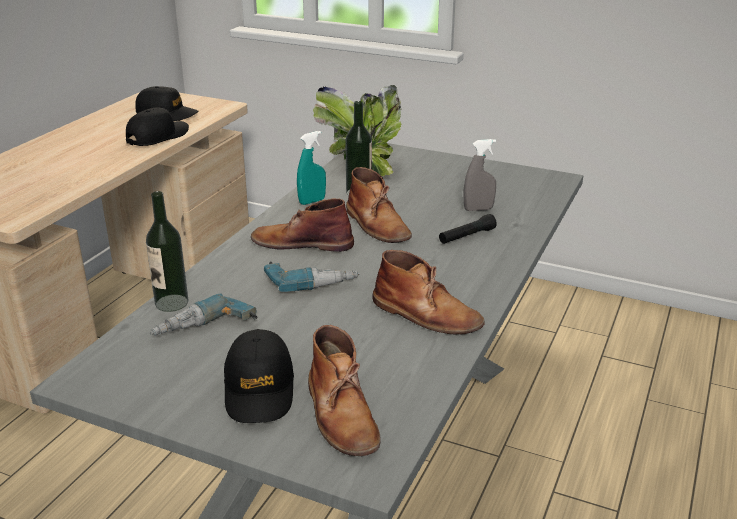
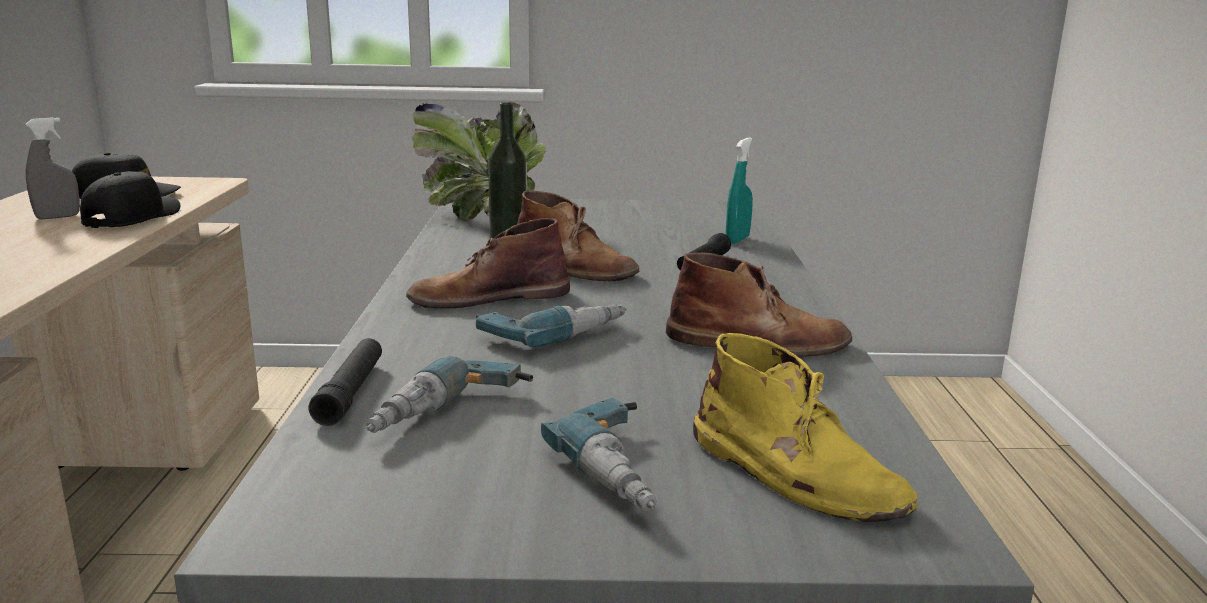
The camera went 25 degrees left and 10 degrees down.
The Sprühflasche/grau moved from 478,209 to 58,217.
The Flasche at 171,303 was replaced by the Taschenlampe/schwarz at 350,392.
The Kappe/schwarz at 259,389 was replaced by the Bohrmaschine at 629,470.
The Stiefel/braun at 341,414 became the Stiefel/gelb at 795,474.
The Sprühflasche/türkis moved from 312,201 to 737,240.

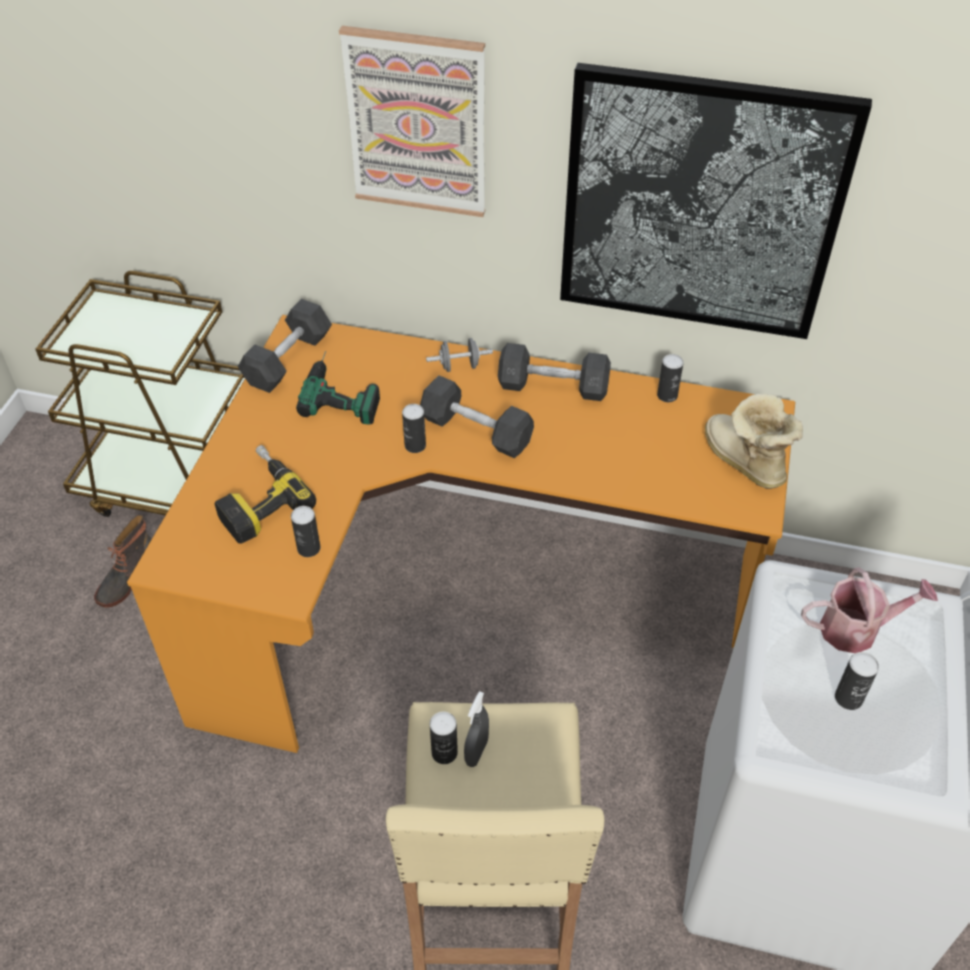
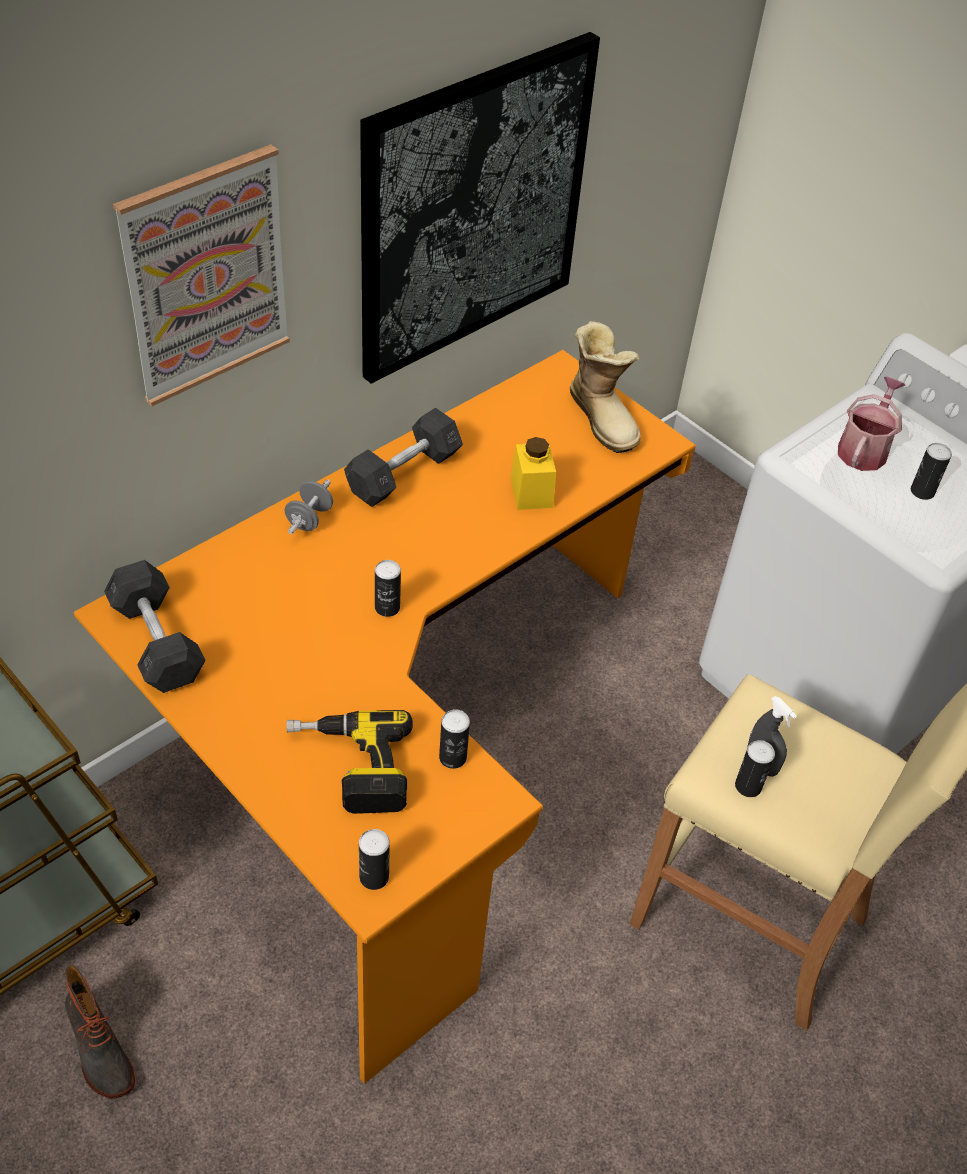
The camera went 60 degrees left and 0 degrees up.
The Dose moved from 667,395 to 374,877.
The Vorratsglas/gelb at 531,492 appeared.
The Stiefel at 743,462 turned 120 degrees counterclockwise.
The Bohrmaschine at 343,390 disappeared.
The Hantel/grau at 476,431 disappeared.

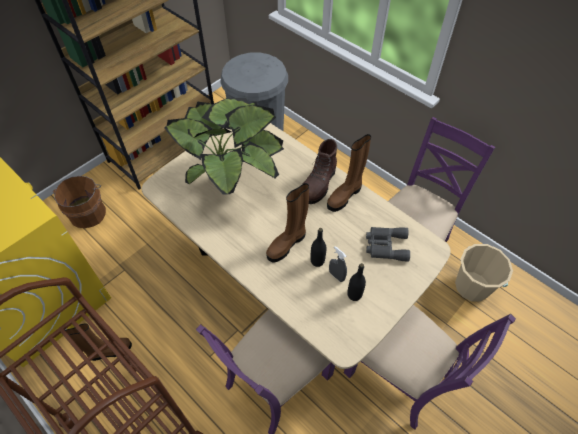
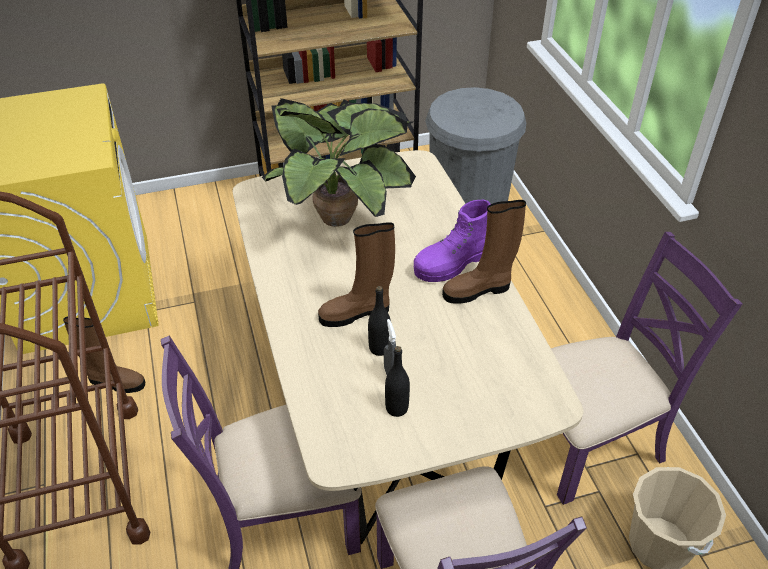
The camera went 30 degrees right and 10 degrees down.
The Stiefel/braun at 318,185 became the Stiefel/lila at 452,264.
The Eimer/braun at 88,212 disappeared.
The Fernglas/grau at 385,245 disappeared.

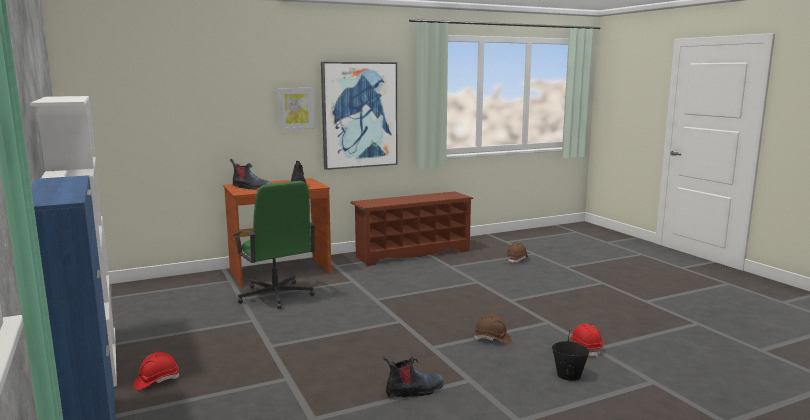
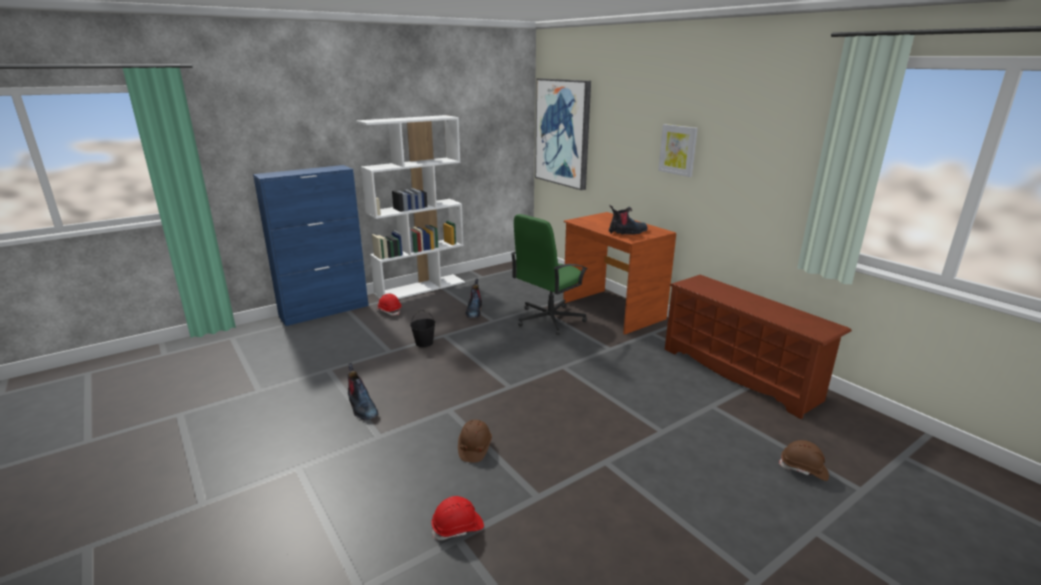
The camera went 80 degrees right and 10 degrees up.
The Eimer/schwarz moved from 568,375 to 424,343.
The Stiefel moved from 251,187 to 474,311.
The Bild moved from 359,115 to 563,133.

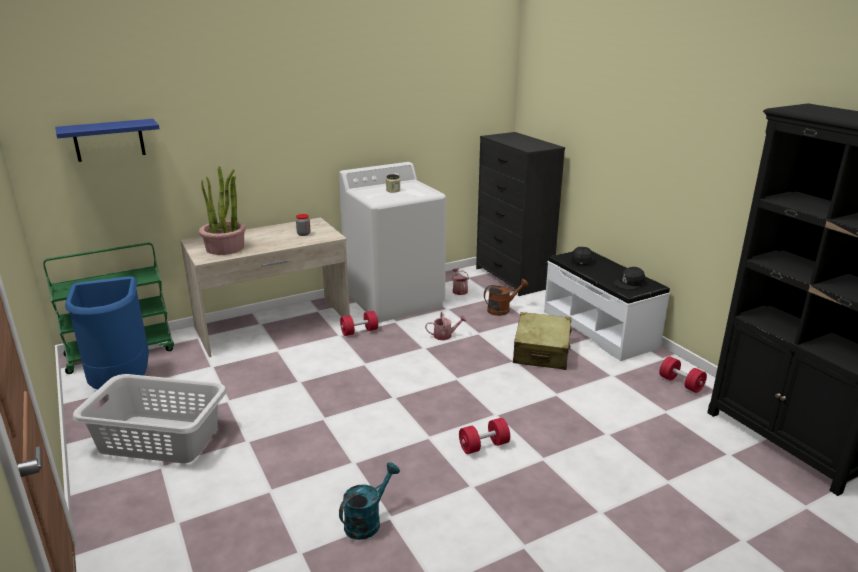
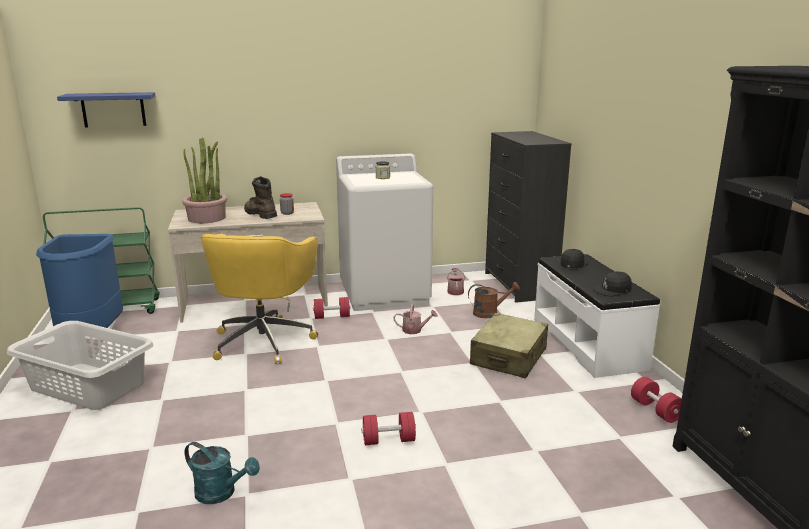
The camera went 15 degrees right and 5 degrees down.
The Gießkanne/türkis at 367,521 turned 60 degrees clockwise.
The Bürostuhl/gelb at 264,340 appeared.
The Stiefel/braun at 259,214 appeared.

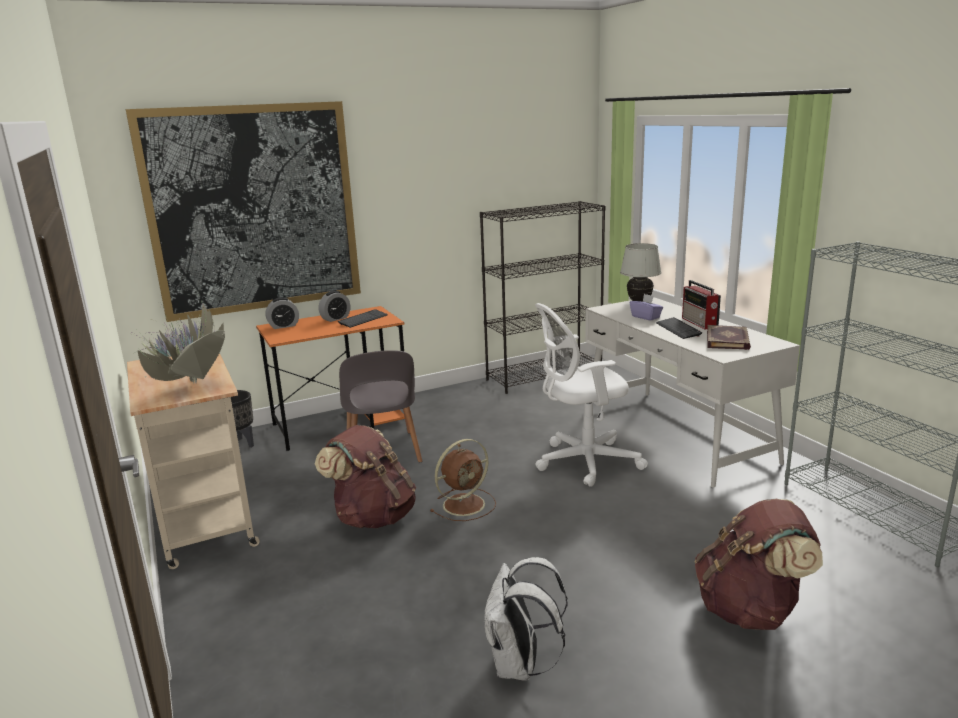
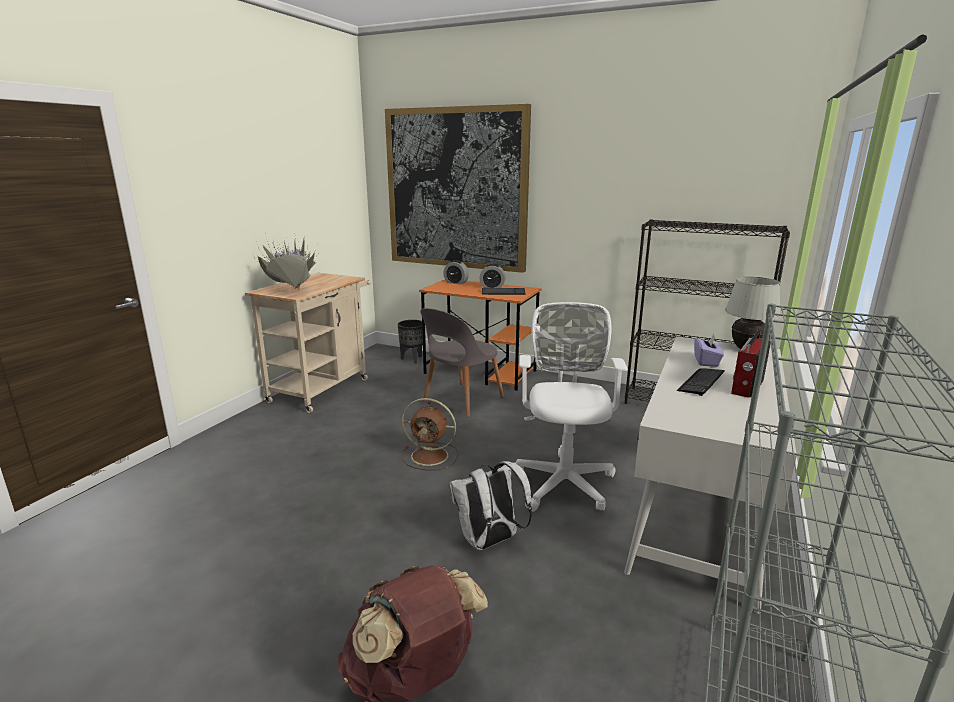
The camera went 50 degrees right and 0 degrees up.
The Rucksack/weiß moved from 520,665 to 489,542.
The Bürostuhl/weiß at 583,462 turned 60 degrees clockwise.
The Rucksack/braun at 373,516 disappeared.
The Buch at 728,340 disappeared.

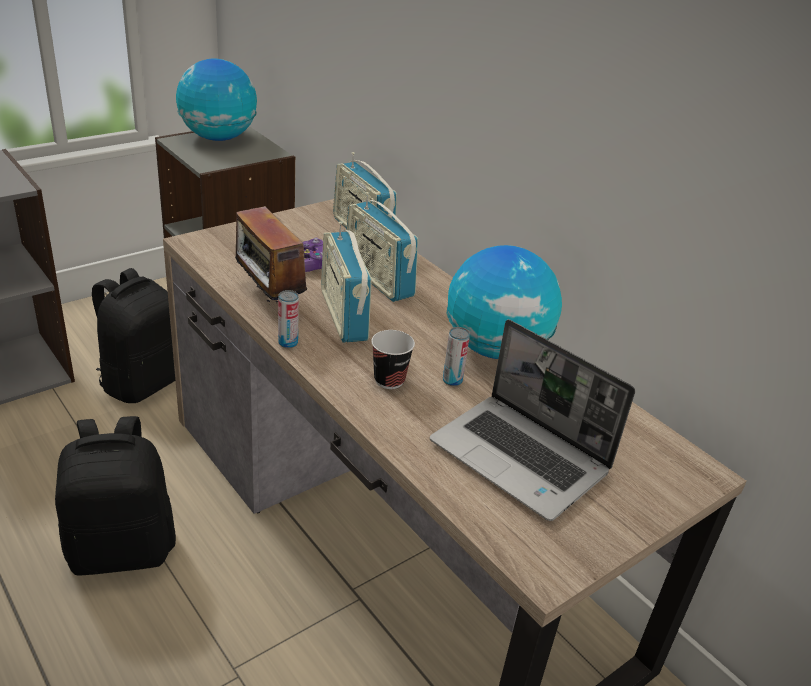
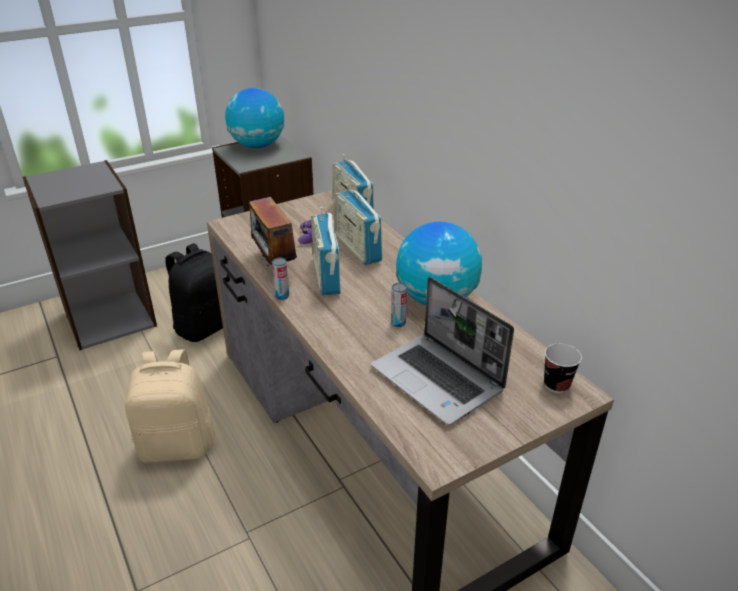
The camera went 10 degrees right and 0 degrees up.
The Rucksack/schwarz at 122,548 became the Rucksack/beige at 178,445.
The Tasse moved from 389,380 to 556,384.

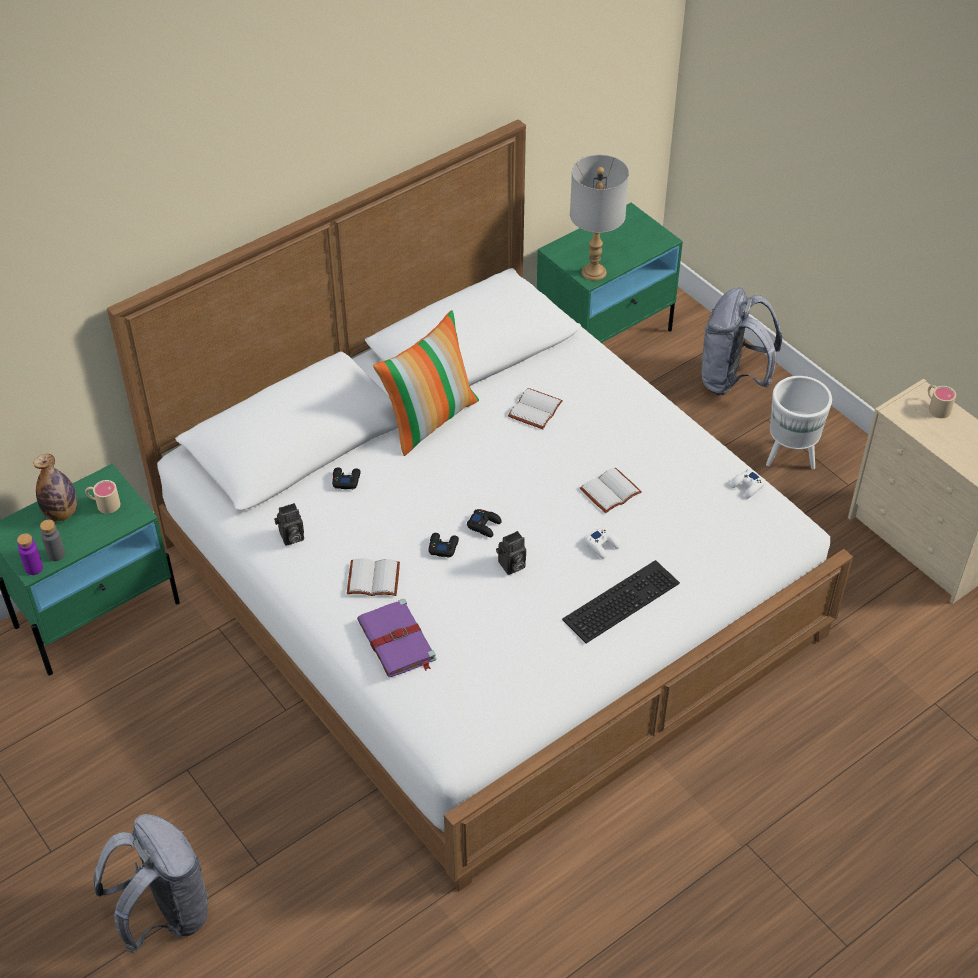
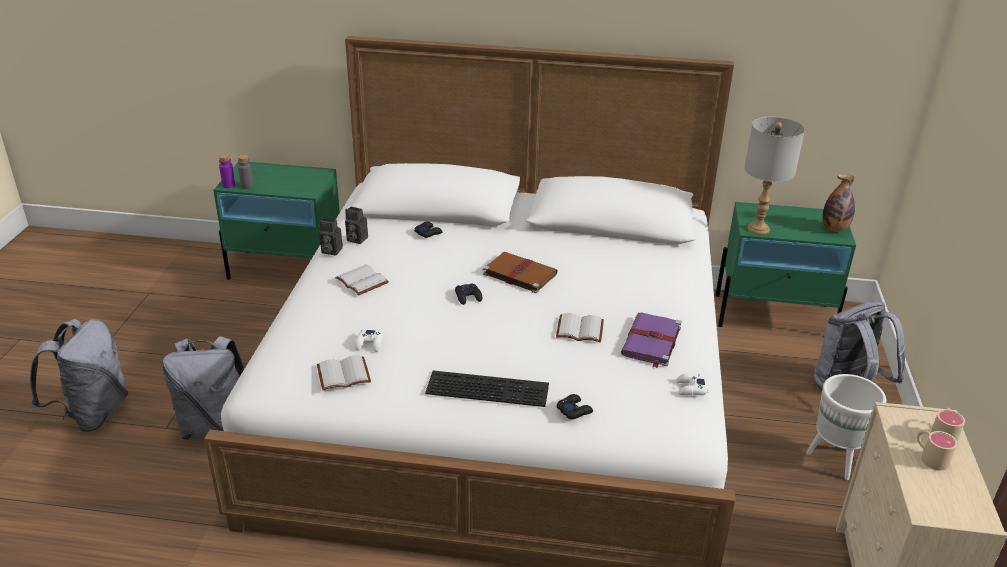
The camera went 45 degrees right and 15 degrees down.
The Rucksack/grau at 216,427 appeared.
The Buch/weiß moved from 534,408 to 344,373.
The Kamera moved from 511,566 to 330,251.
The Gamepad/weiß moved from 602,545 to 370,344.
The Buch/braun at 518,274 appeared.
The Gamepad/schwarz moved from 443,547 to 574,410.
The Buch/lila moved from 397,642 to 651,342.
The Flasche moved from 61,513 to 834,229.
The Henkelbecher/beige moved from 103,504 to 929,457.
The Kissen at 429,419 disappeared.

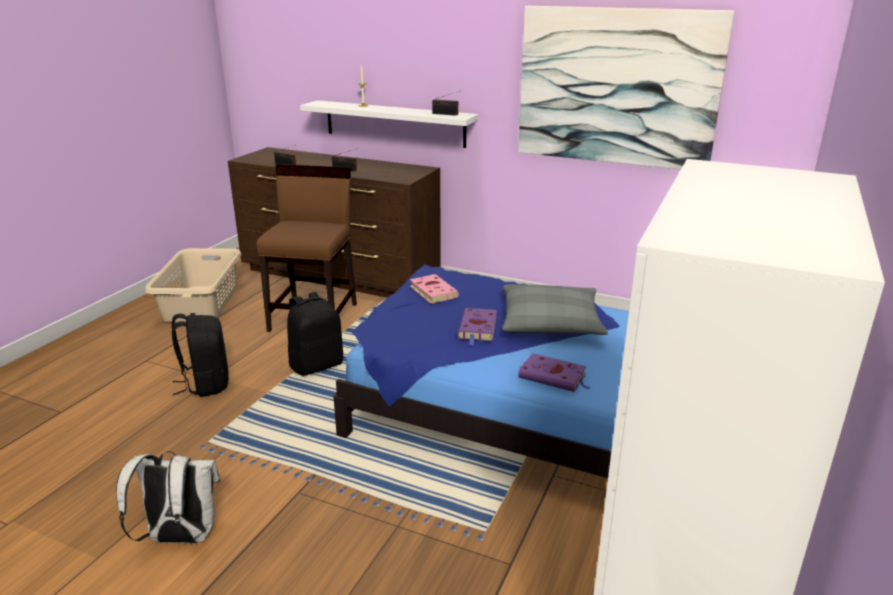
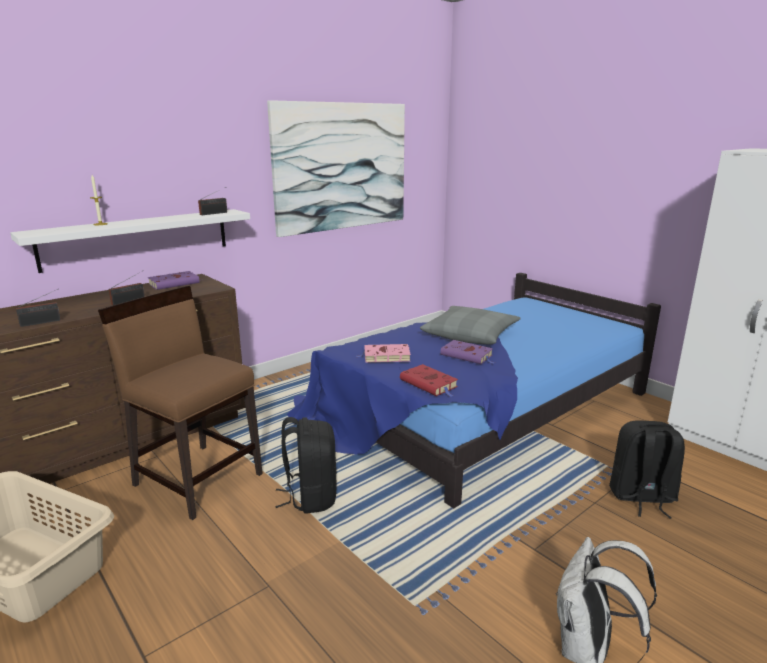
The camera went 65 degrees left and 5 degrees down.
The Buch/lila moved from 554,377 to 175,283.
The Buch/rot at 430,384 appeared.
The Rucksack/schwarz moved from 206,384 to 641,497.

